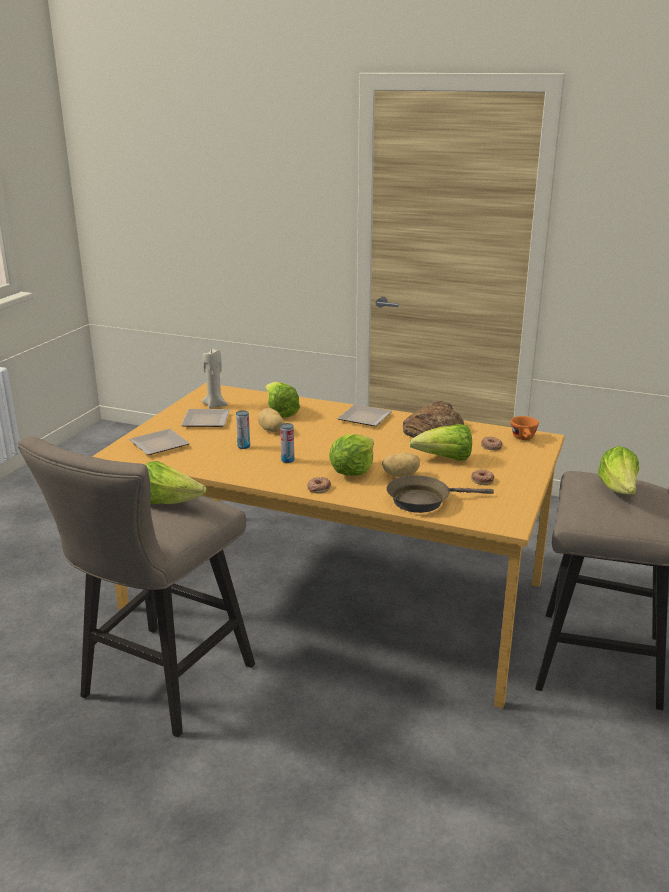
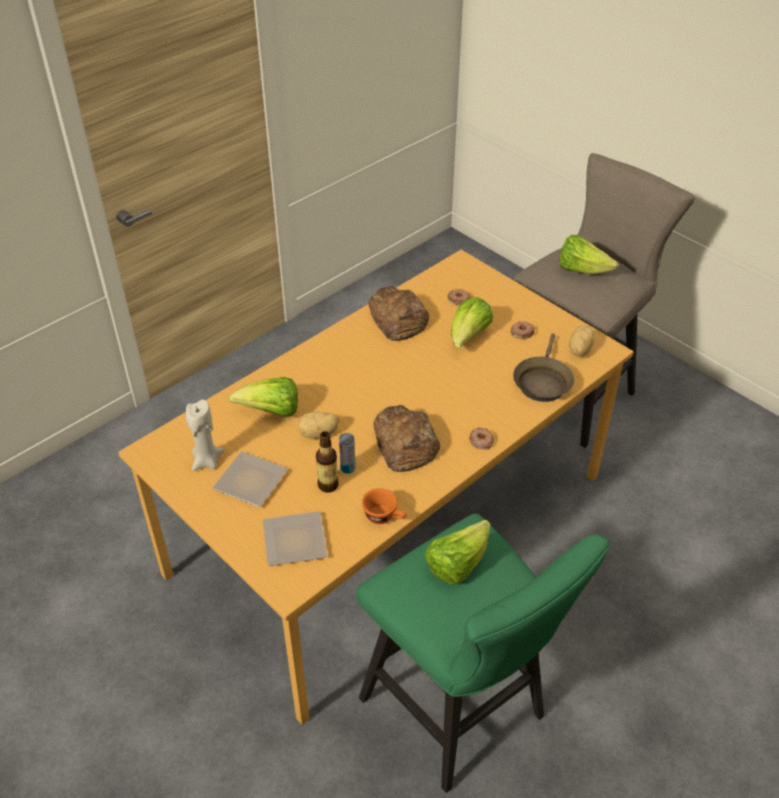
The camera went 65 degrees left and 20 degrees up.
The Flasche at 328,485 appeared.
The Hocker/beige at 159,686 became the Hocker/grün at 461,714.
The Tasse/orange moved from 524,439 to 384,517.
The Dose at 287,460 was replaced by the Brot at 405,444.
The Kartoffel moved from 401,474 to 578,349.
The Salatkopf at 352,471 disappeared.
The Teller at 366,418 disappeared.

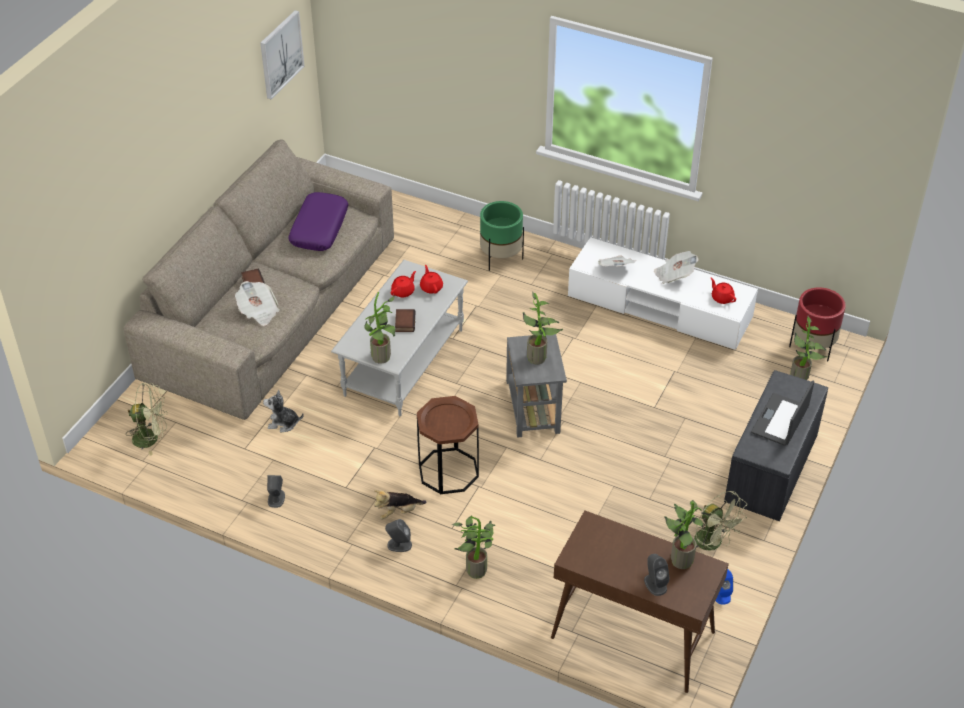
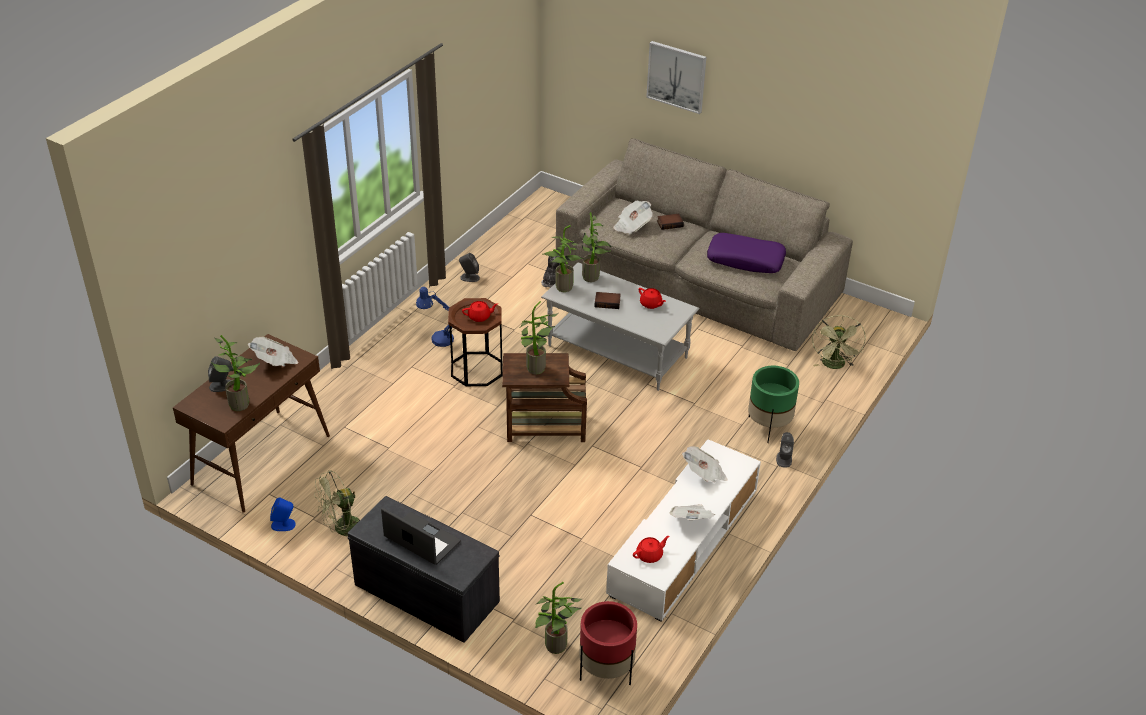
The camera went 95 degrees right and 5 degrees down.
The Zeitung at 275,362 appeared.
The Plüschtier at 398,512 was replaced by the Tischlampe/blau at 437,339.
The Teekanne/rot moved from 431,287 to 480,317.
The Beistelltisch/grau at 533,409 became the Beistelltisch/braun at 543,428.
The Topfpflanze moved from 476,568 to 593,277.
The Bild moved from 280,54 to 676,76.
The Lautsprecher/grau moved from 399,545 to 784,459.
The Ventilator/grün moved from 151,438 to 834,366.

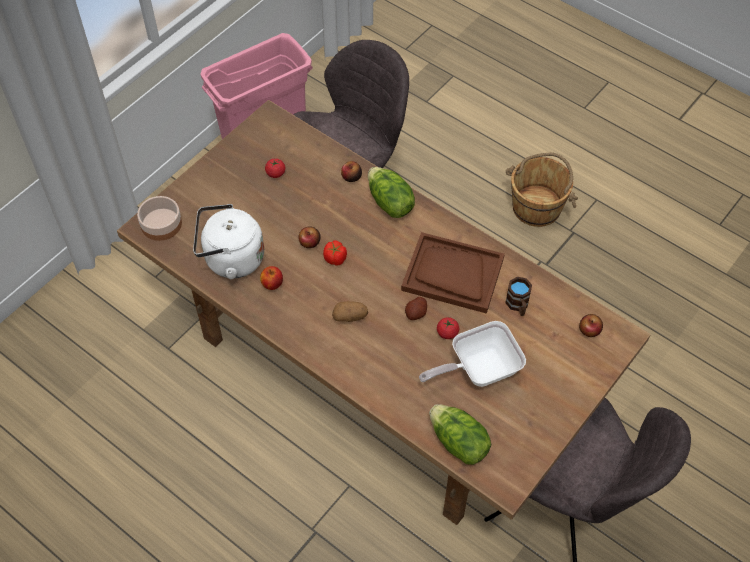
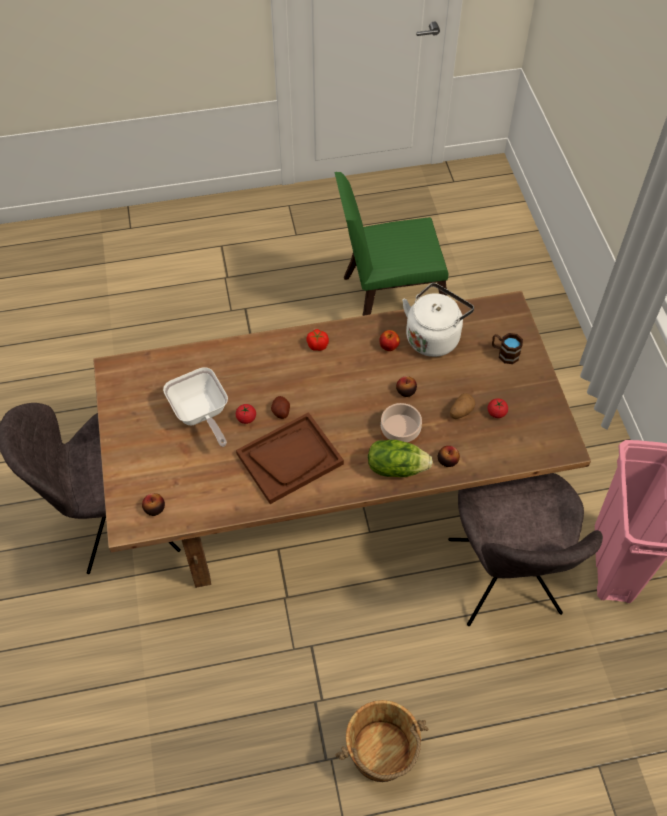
The camera went 130 degrees right and 0 degrees up.
The Pfanne at 478,369 turned 135 degrees clockwise.
The Tomate moved from 335,258 to 317,345.
The Stuhl/grün at 387,301 appeared.
The Schüssel moved from 160,224 to 401,430.
The Kartoffel moved from 350,317 to 460,411.
The Henkelbecher/braun moved from 518,305 to 504,353.
The Salatkopf at 458,443 disappeared.

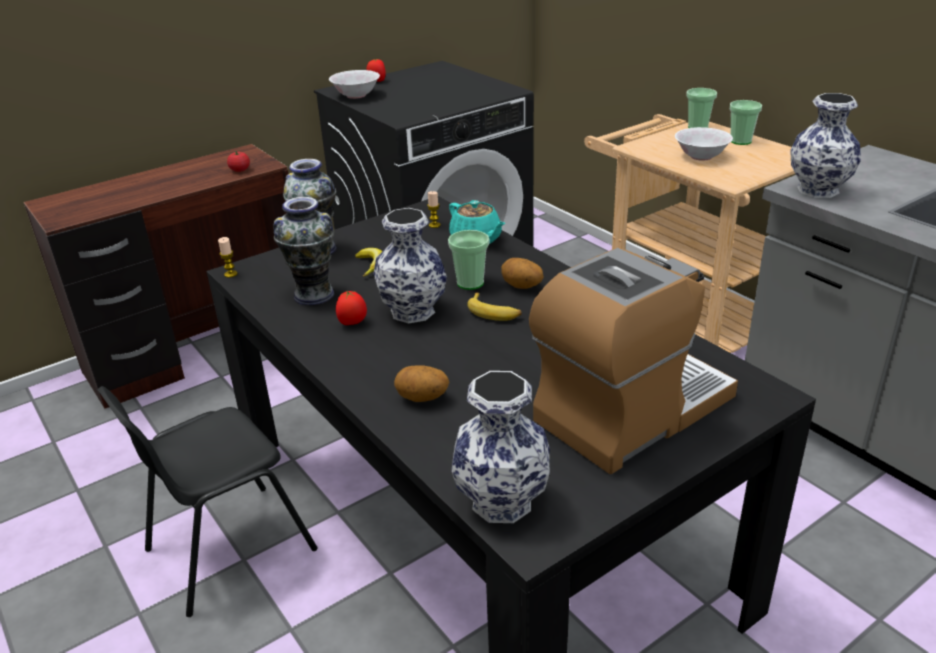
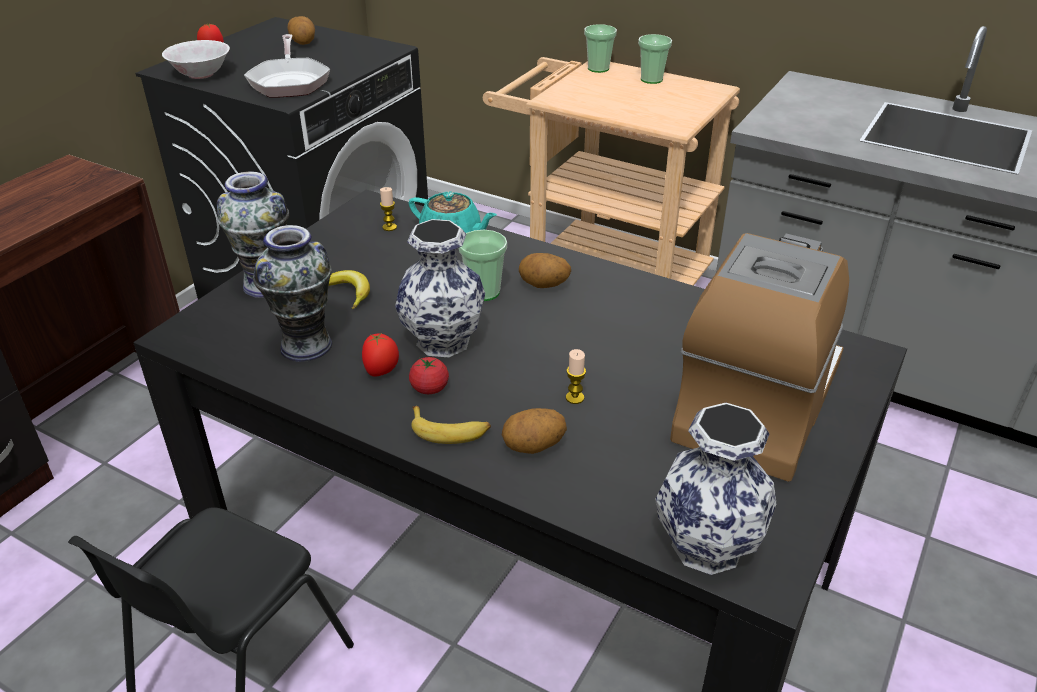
The camera went 25 degrees left and 5 degrees up.
The Pfanne at 289,81 appeared.
The Kartoffel at 303,43 appeared.
The Tomate moved from 240,170 to 429,388.
The Banane moved from 494,312 to 450,431.
The Kerze moved from 230,274 to 574,398.
The Schüssel/weiß at 701,156 disappeared.
The Vase at 818,190 disappeared.

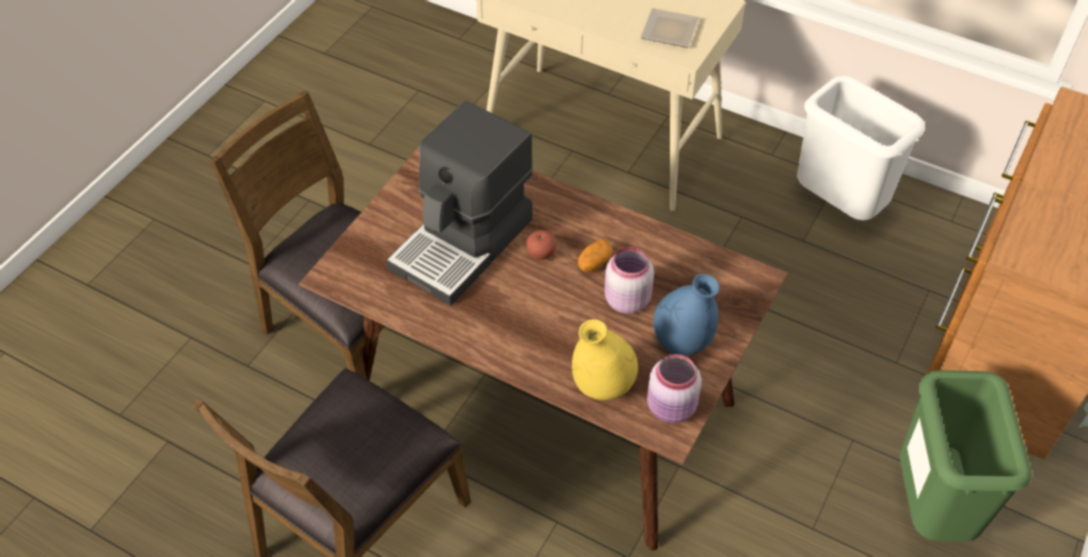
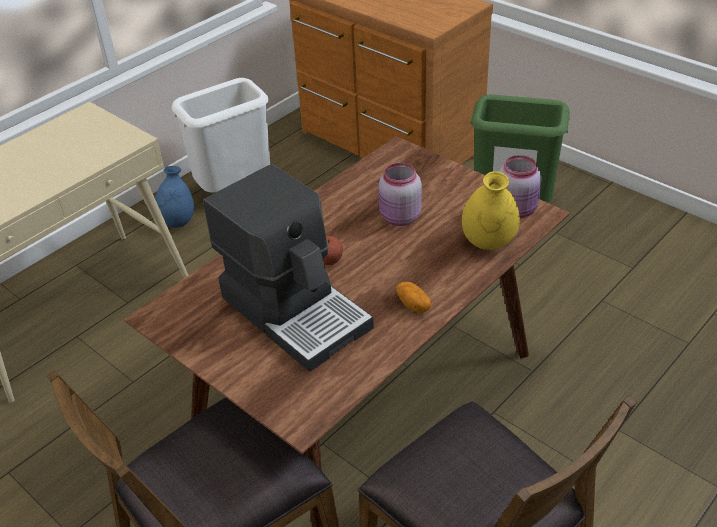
The camera went 75 degrees left and 10 degrees down.
The Vase/blau moved from 682,341 to 178,222.
The Kartoffel moved from 594,263 to 413,304.
The Teller at 667,31 disappeared.

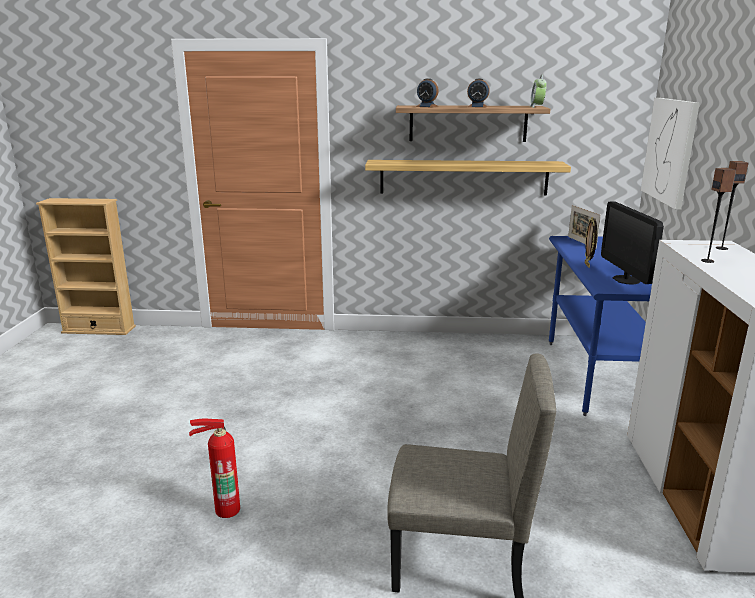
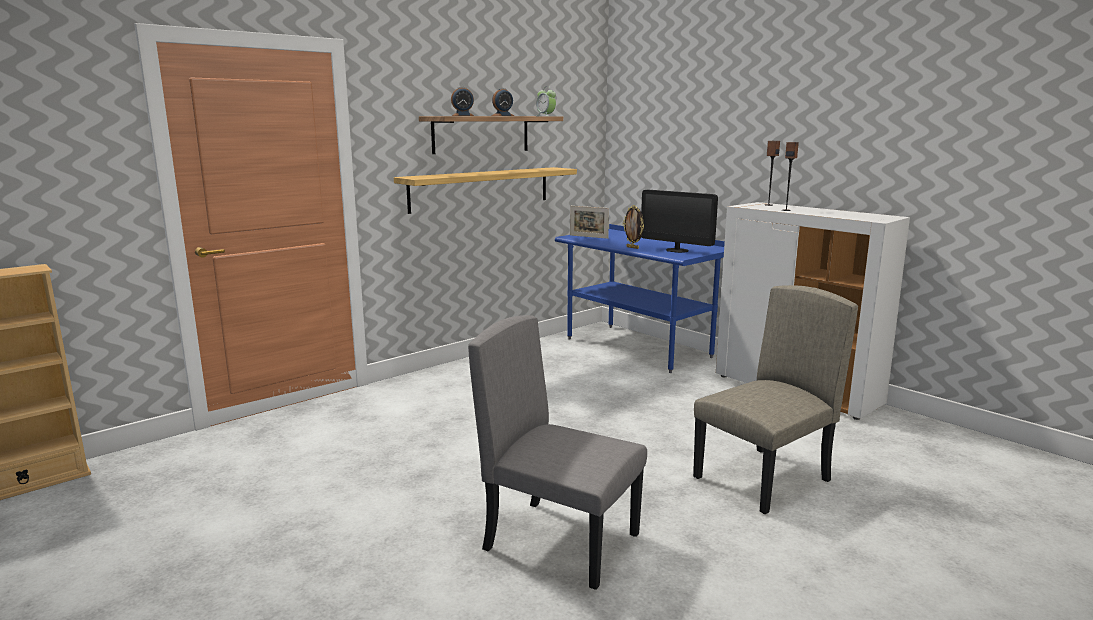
The camera went 45 degrees left and 5 degrees down.
The Feuerlöscher at 225,508 was replaced by the Stuhl/grau at 562,541.
The Bild at 670,151 disappeared.

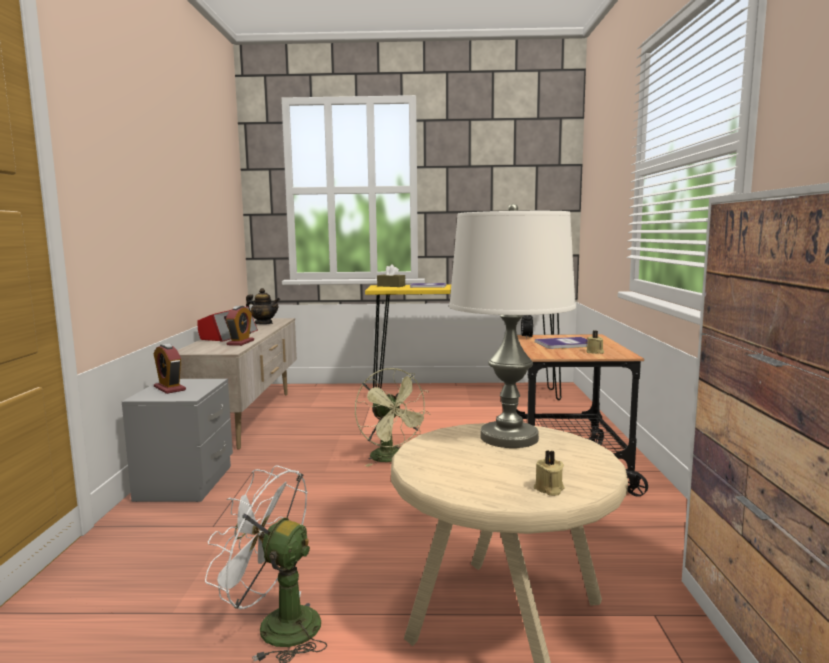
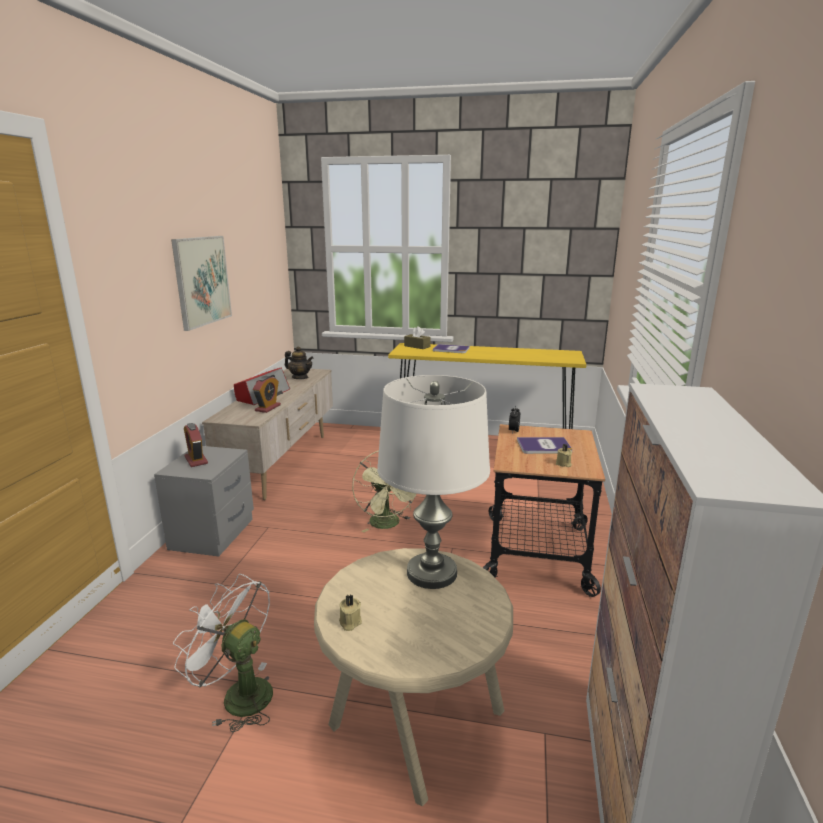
The camera went 10 degrees right and 10 degrees up.
The Bild at 202,281 appeared.
The Kerze/beige moved from 549,489 to 349,622.

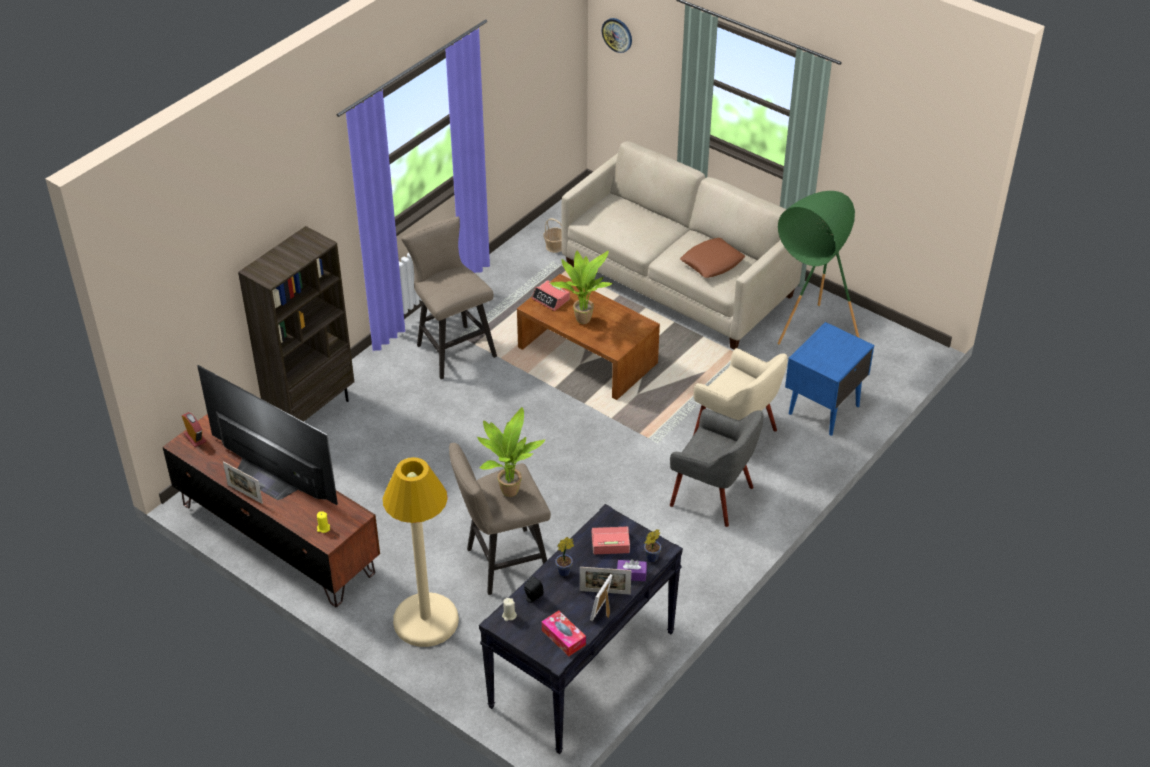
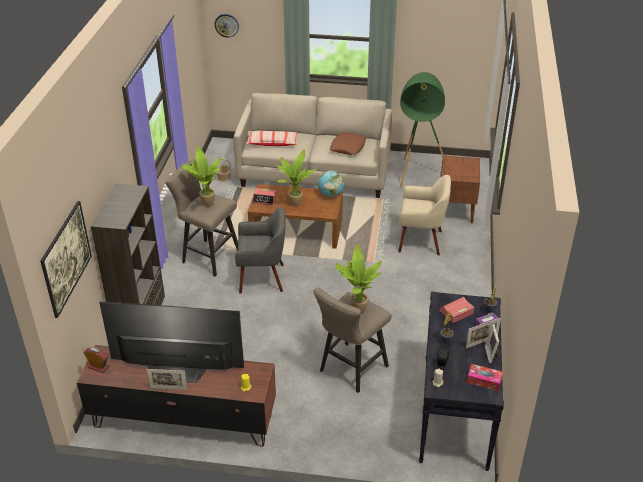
The camera went 30 degrees left and 5 degrees down.
The Bild at 69,272 appeared.
The Topfpflanze at 206,204 appeared.
The Sessel/grau moved from 713,496 to 262,278.
The Kissen at 272,143 appeared.
The Globus at 331,194 appeared.
The Nachttisch/blau at 822,410 became the Nachttisch/braun at 456,211.
The Stehlampe/beige at 426,620 disappeared.

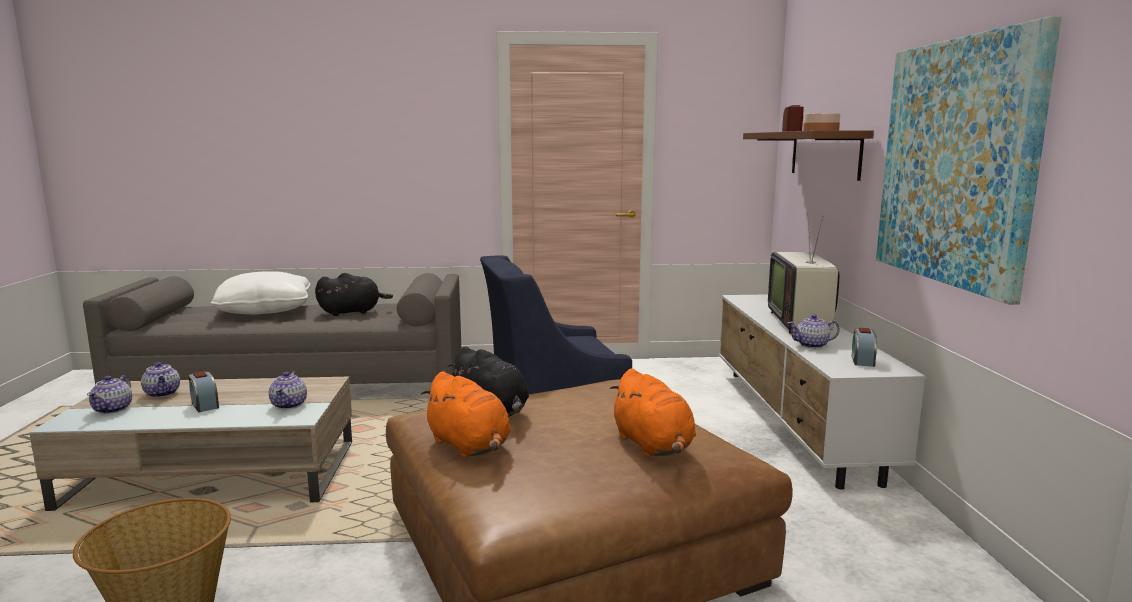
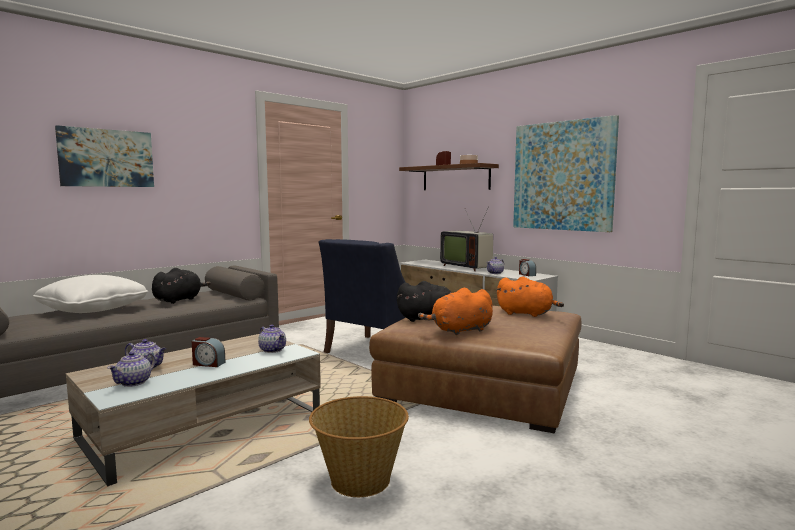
The camera went 40 degrees left and 5 degrees down.
The Bild at 106,158 appeared.
The Teekanne at 113,409 turned 60 degrees clockwise.
The Plüschtier/orange at 470,446 turned 150 degrees clockwise.

